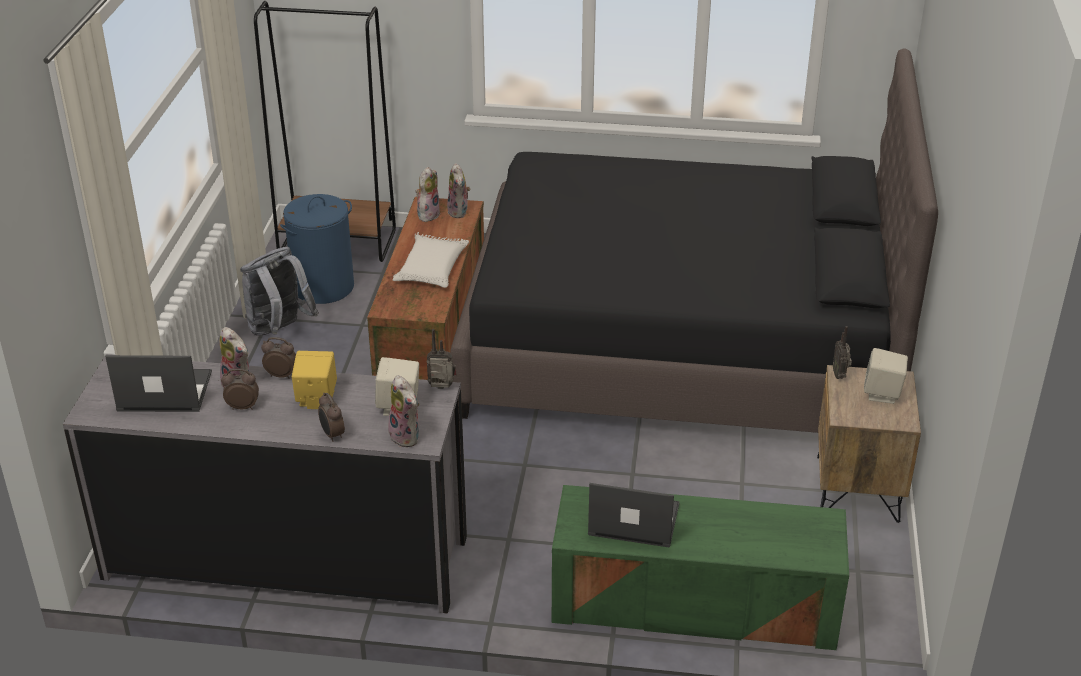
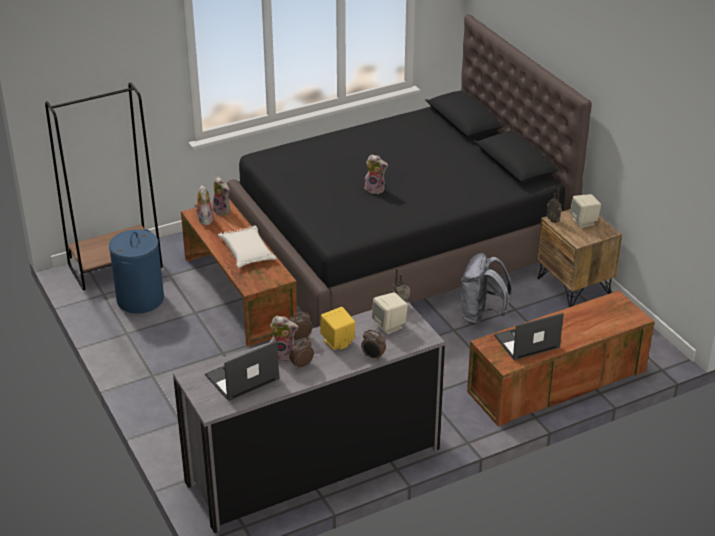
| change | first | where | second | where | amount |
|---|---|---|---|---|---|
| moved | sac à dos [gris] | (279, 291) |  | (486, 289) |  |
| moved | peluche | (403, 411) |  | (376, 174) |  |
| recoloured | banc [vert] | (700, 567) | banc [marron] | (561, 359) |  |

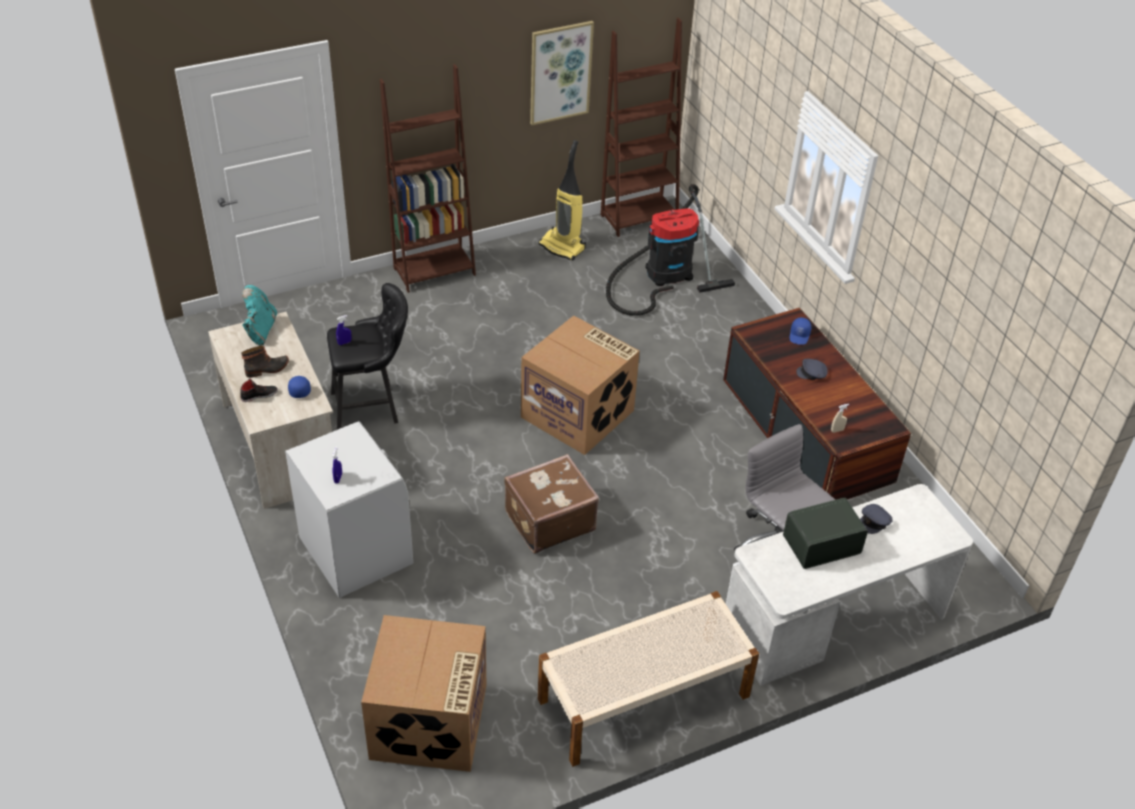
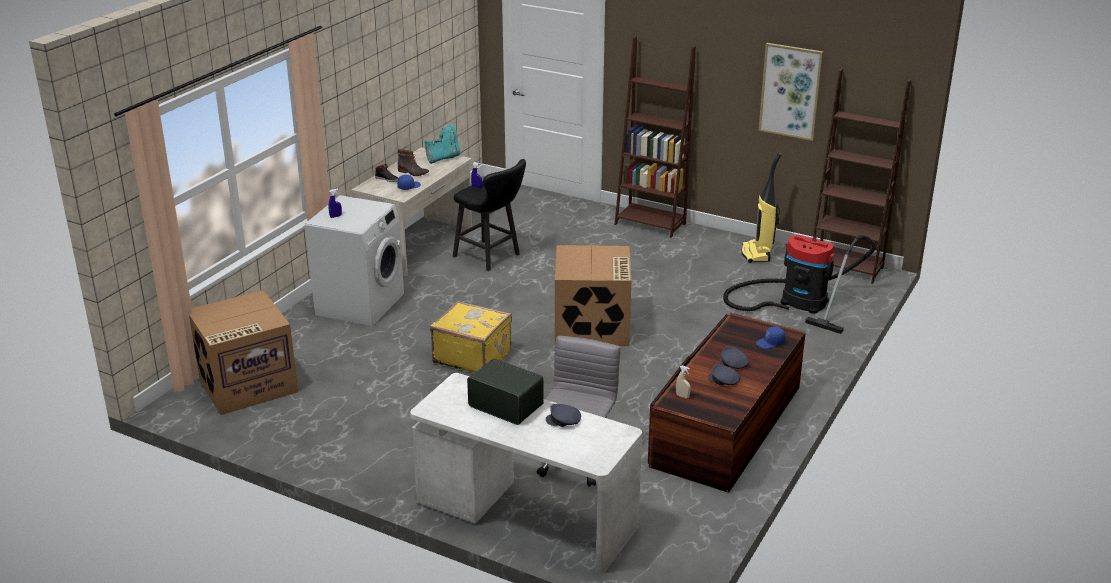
| change | first | where | second | where | amount |
|---|---|---|---|---|---|
| removed | banc [beige] | (648, 679) |  |  |  |
| added |  |  | casquette [gris] | (724, 374) |  |
| recoloured | valise [marron] | (551, 503) | valise [jaune] | (471, 337) |  |

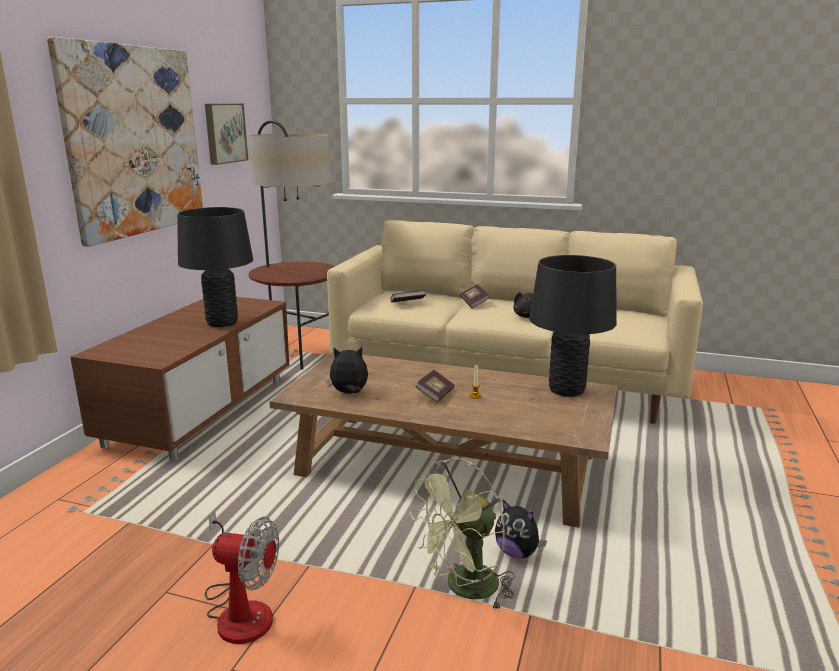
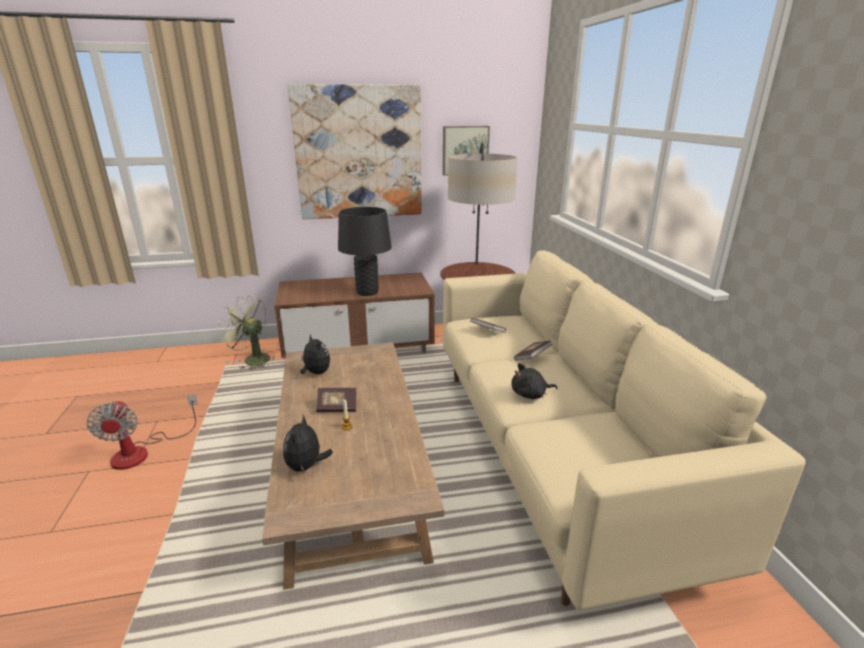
| change | first | where | second | where | amount |
|---|---|---|---|---|---|
| removed | lampe de table [noir] | (573, 326) |  |  |  |
| moved | ventilateur [vert] | (462, 534) |  | (244, 333) |  |
| moved | peluche | (521, 529) |  | (308, 443) |  |

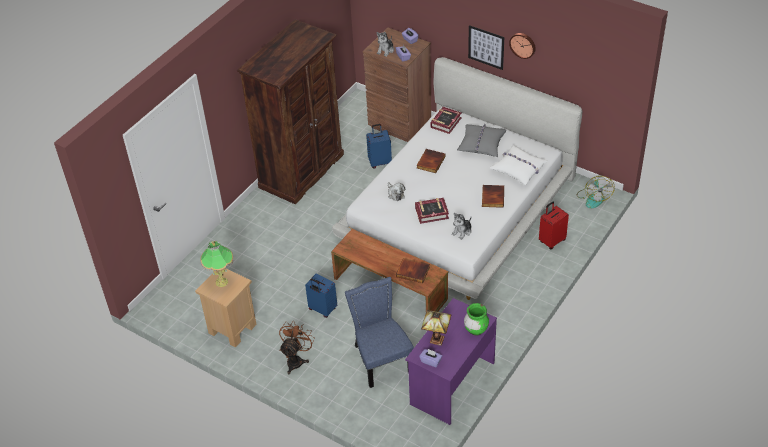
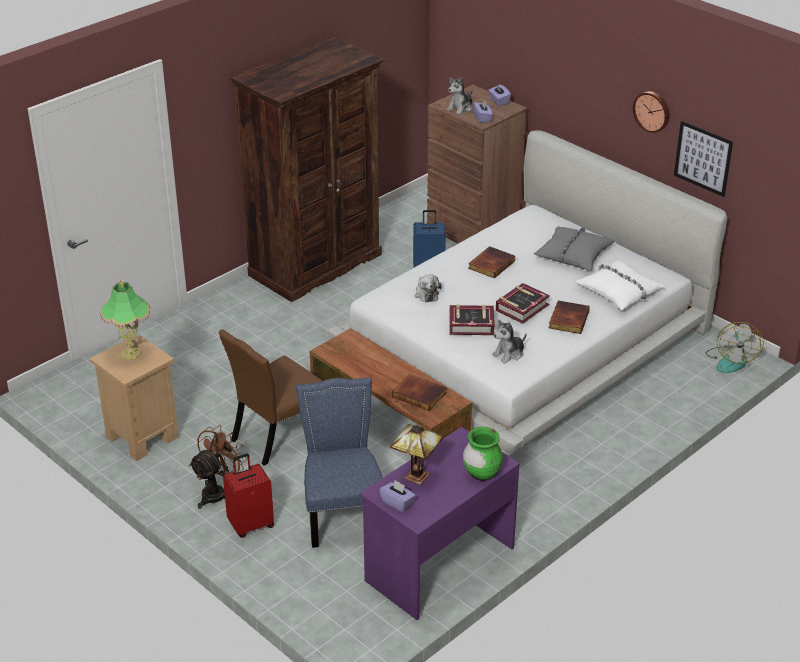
| change | first | where | second | where | amount |
|---|---|---|---|---|---|
| moved | livre | (446, 120) |  | (523, 303) |  |
| moved | tableau | (486, 47) |  | (703, 159) |  |
| moved | valise [rouge] | (554, 225) |  | (248, 495) |  |
| replaced | valise [bleu] | (321, 296) | chaise [marron] | (271, 397) |  |

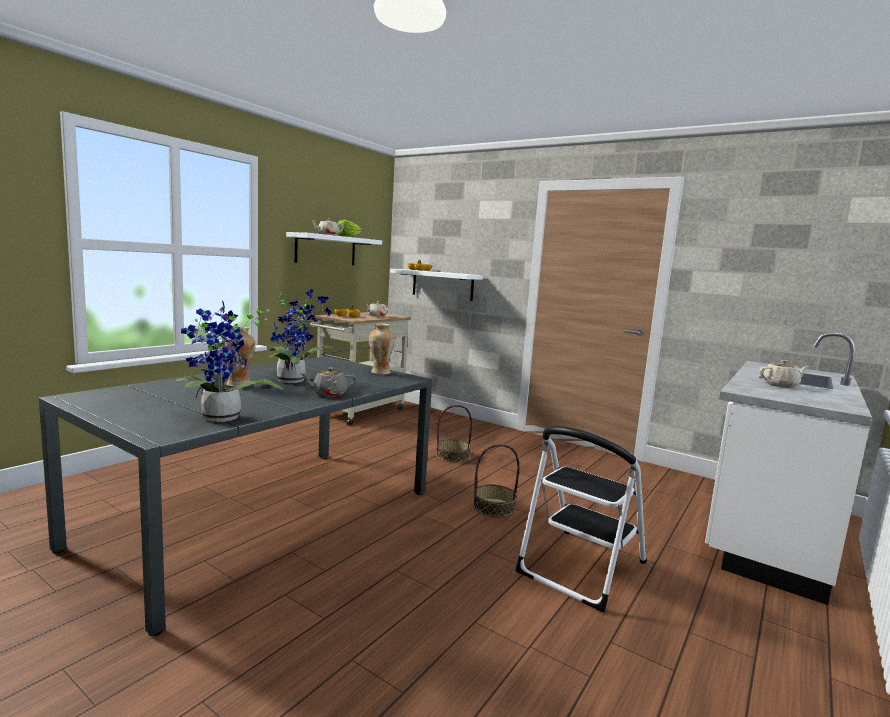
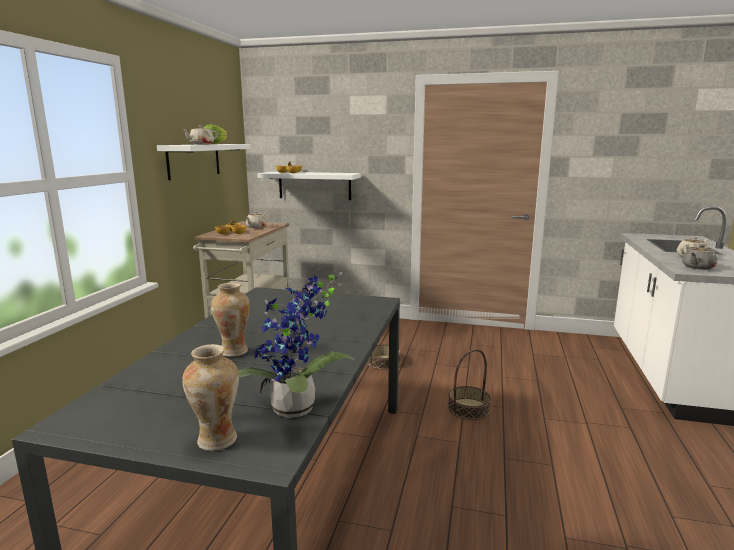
| change | first | where | second | where | amount |
|---|---|---|---|---|---|
| removed | plante en pot | (301, 336) |  |  |  |
| removed | escabeau | (581, 519) |  |  |  |
| moved | théière [gris] | (328, 382) |  | (699, 257) |  |
| moved | vase | (382, 349) |  | (210, 397) |  |

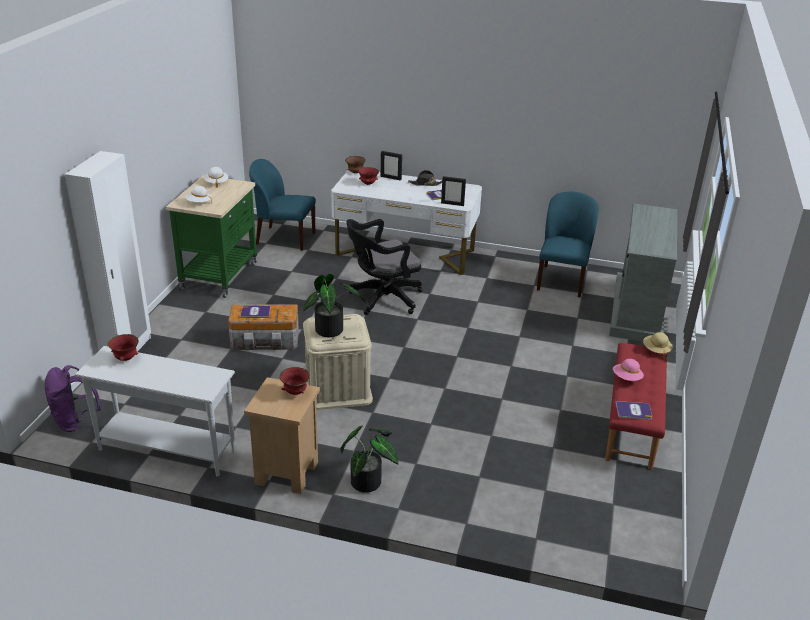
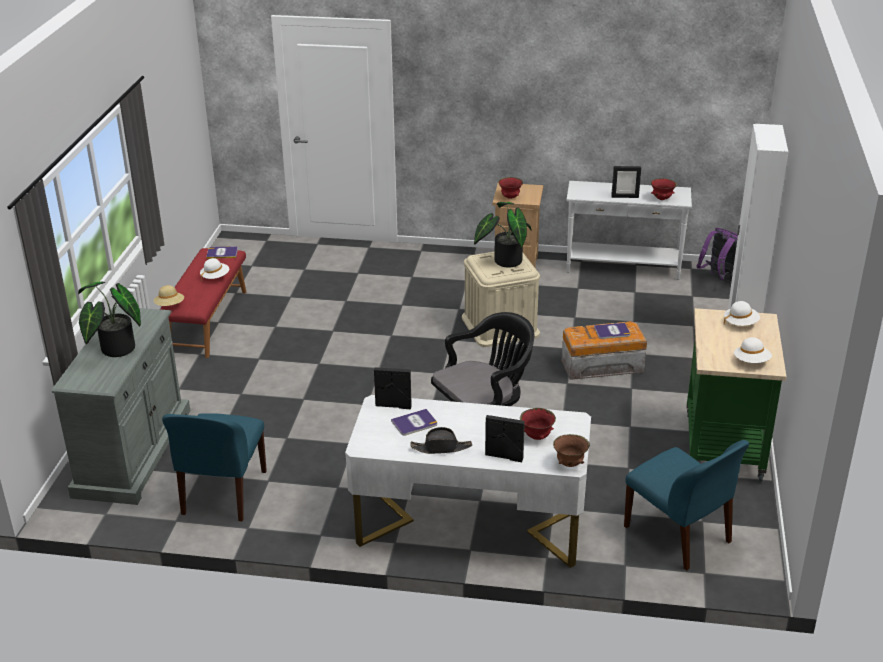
| change | first | where | second | where | amount |
|---|---|---|---|---|---|
| added |  |  | cadre photo | (626, 182) |  |
| moved | plante en pot | (369, 458) |  | (109, 319) |  |
| recoloured | chapeau [rose] | (628, 370) | chapeau [blanc] | (214, 269) |  |
| turned | chaise [bleu] | (282, 205) |  | (686, 505) | 45 degrees clockwise |

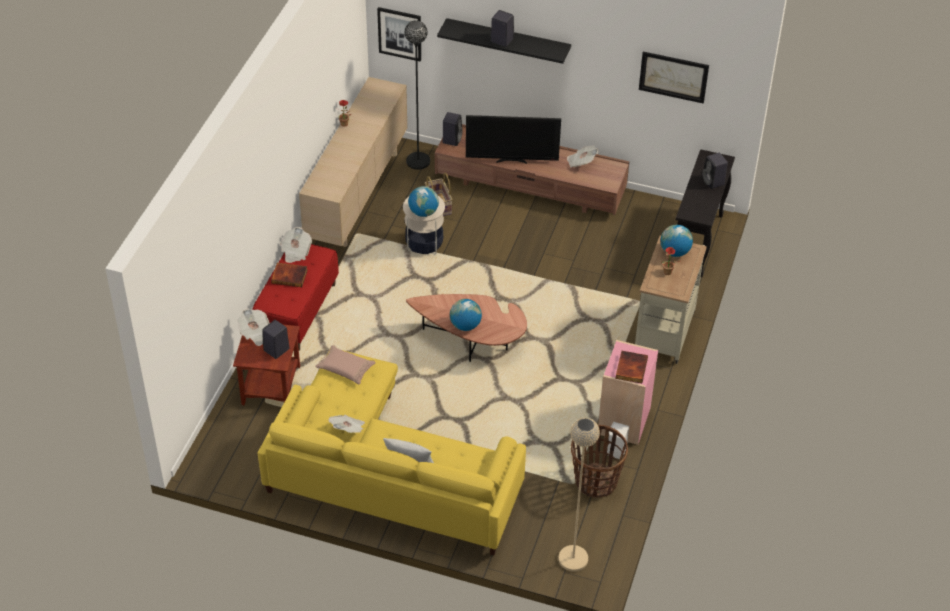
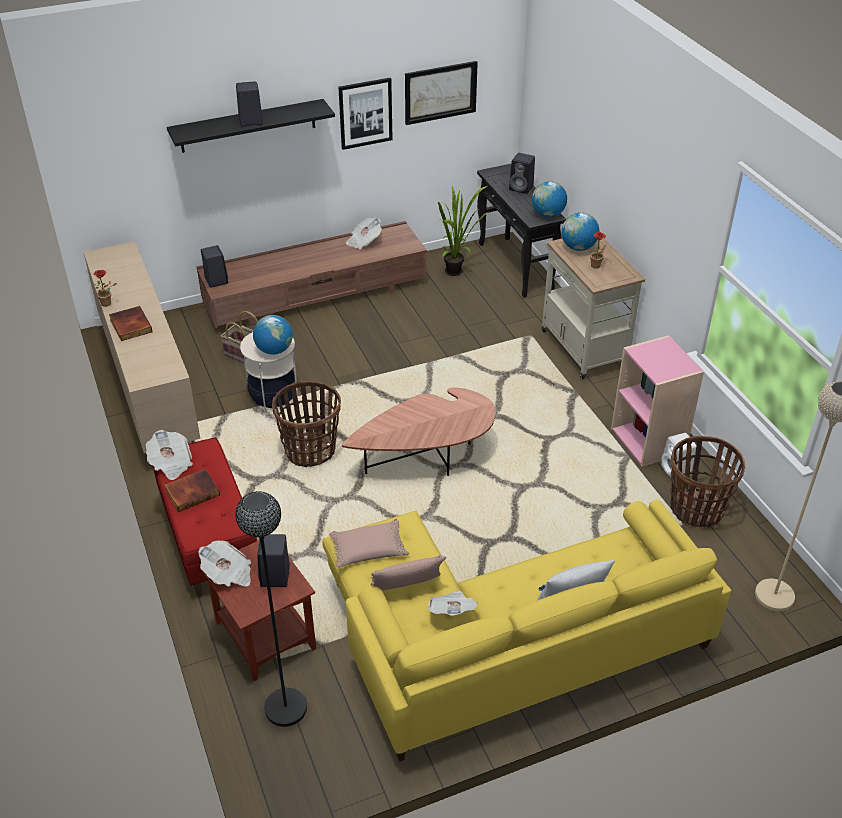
| change | first | where | second | where | amount |
|---|---|---|---|---|---|
| removed | téléviseur | (513, 139) |  |  |  |
| added |  |  | panier | (306, 424) |  |
| added |  |  | coussin [beige] | (408, 572) |  |
| added |  |  | plante en pot | (463, 231) |  |
| moved | tableau | (399, 34) |  | (365, 114) |  |
| moved | lampadaire [noir] | (417, 95) |  | (271, 609) |  |
| moved | globe | (466, 315) |  | (549, 199) |  |
| moved | livre | (631, 367) |  | (131, 323) |  |

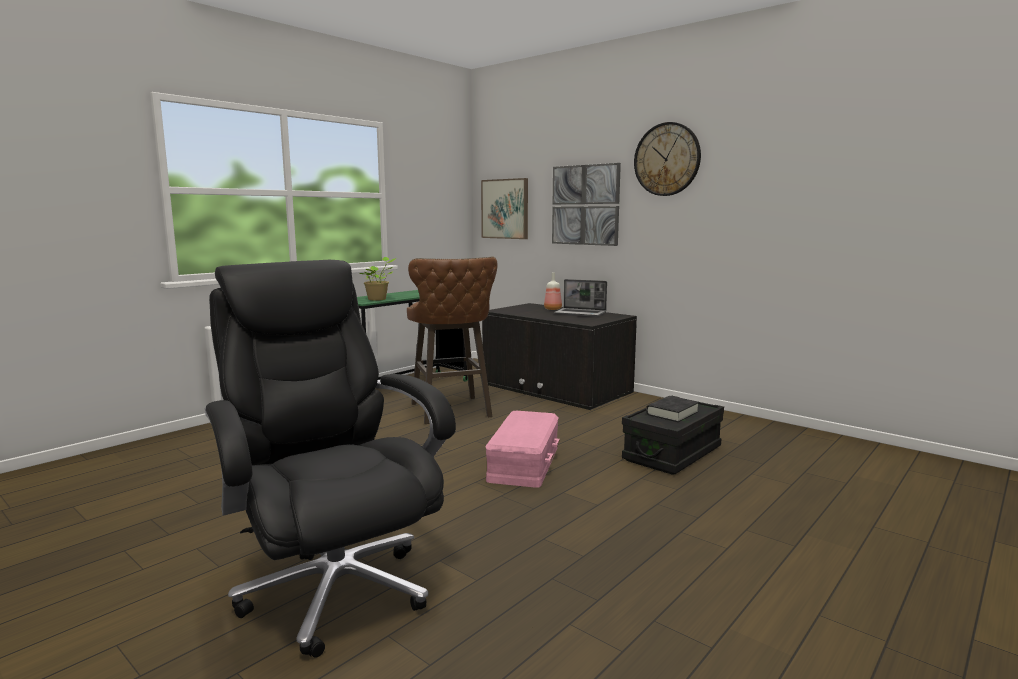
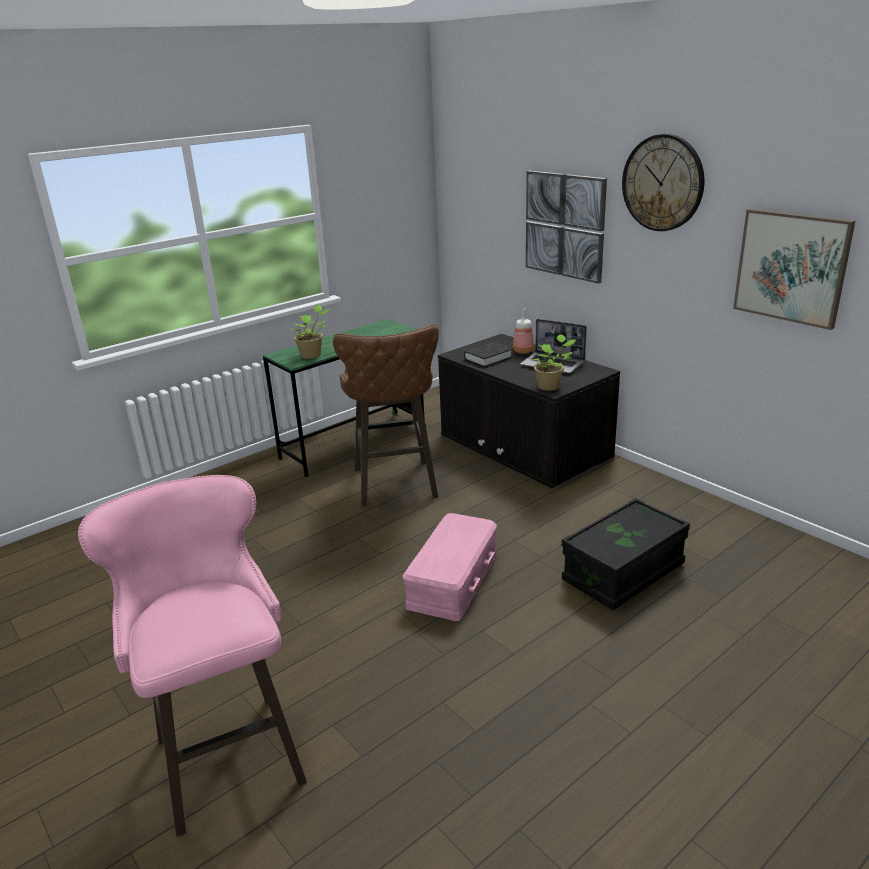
| change | first | where | second | where | amount |
|---|---|---|---|---|---|
| added |  |  | plante en pot | (552, 362) |  |
| moved | tableau | (504, 208) |  | (794, 269) |  |
| moved | livre [noir] | (672, 409) |  | (488, 354) |  |
| replaced | chaise de bureau [noir] | (330, 459) | tabouret [rose] | (192, 656) |  |

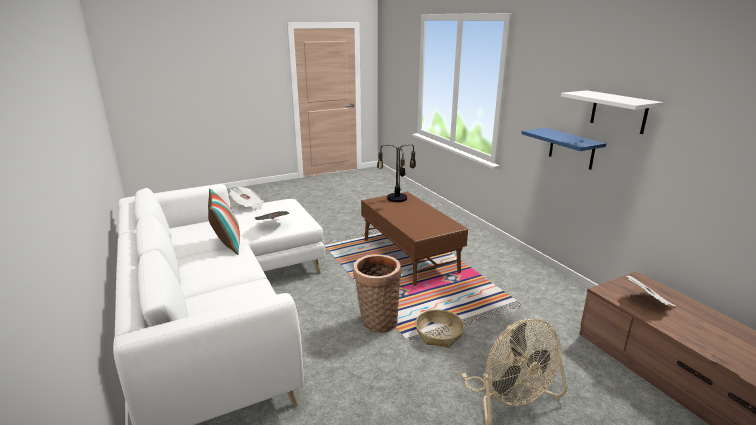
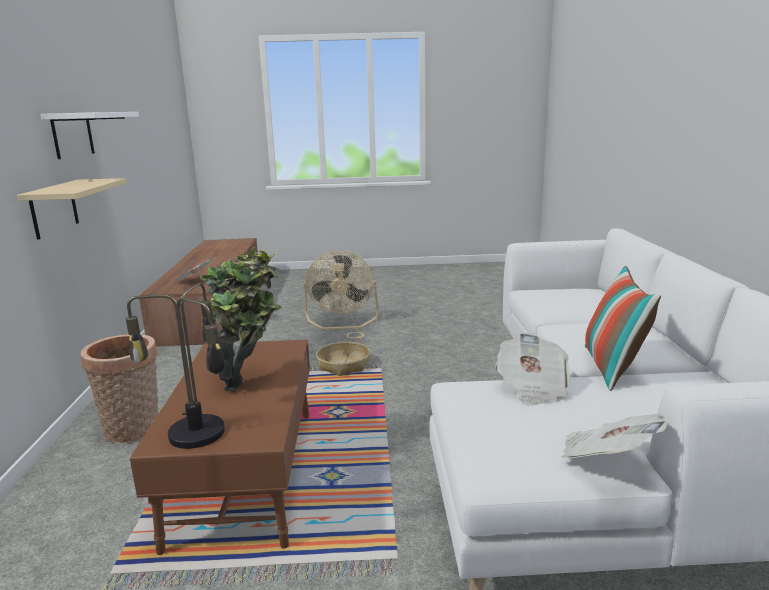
| change | first | where | second | where | amount |
|---|---|---|---|---|---|
| added |  |  | plante en pot | (241, 319) |  |
| moved | panier | (377, 293) |  | (119, 389) |  |
| recoloured | étagère [bleu] | (563, 149) | étagère [beige] | (72, 209) |  |

